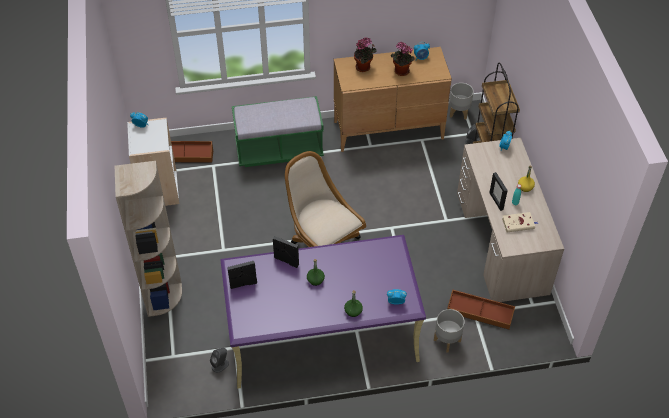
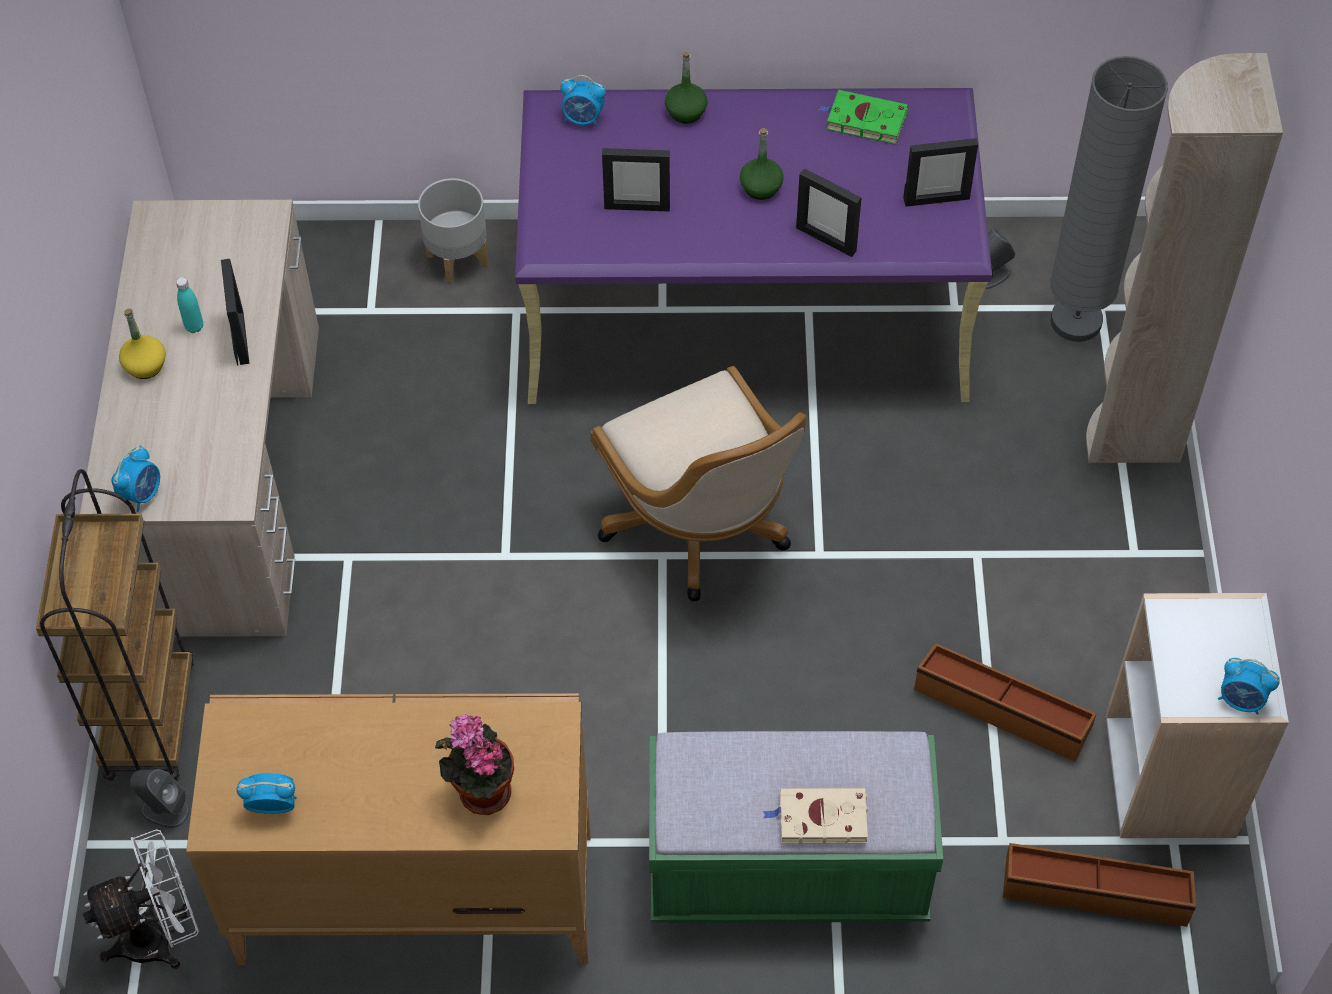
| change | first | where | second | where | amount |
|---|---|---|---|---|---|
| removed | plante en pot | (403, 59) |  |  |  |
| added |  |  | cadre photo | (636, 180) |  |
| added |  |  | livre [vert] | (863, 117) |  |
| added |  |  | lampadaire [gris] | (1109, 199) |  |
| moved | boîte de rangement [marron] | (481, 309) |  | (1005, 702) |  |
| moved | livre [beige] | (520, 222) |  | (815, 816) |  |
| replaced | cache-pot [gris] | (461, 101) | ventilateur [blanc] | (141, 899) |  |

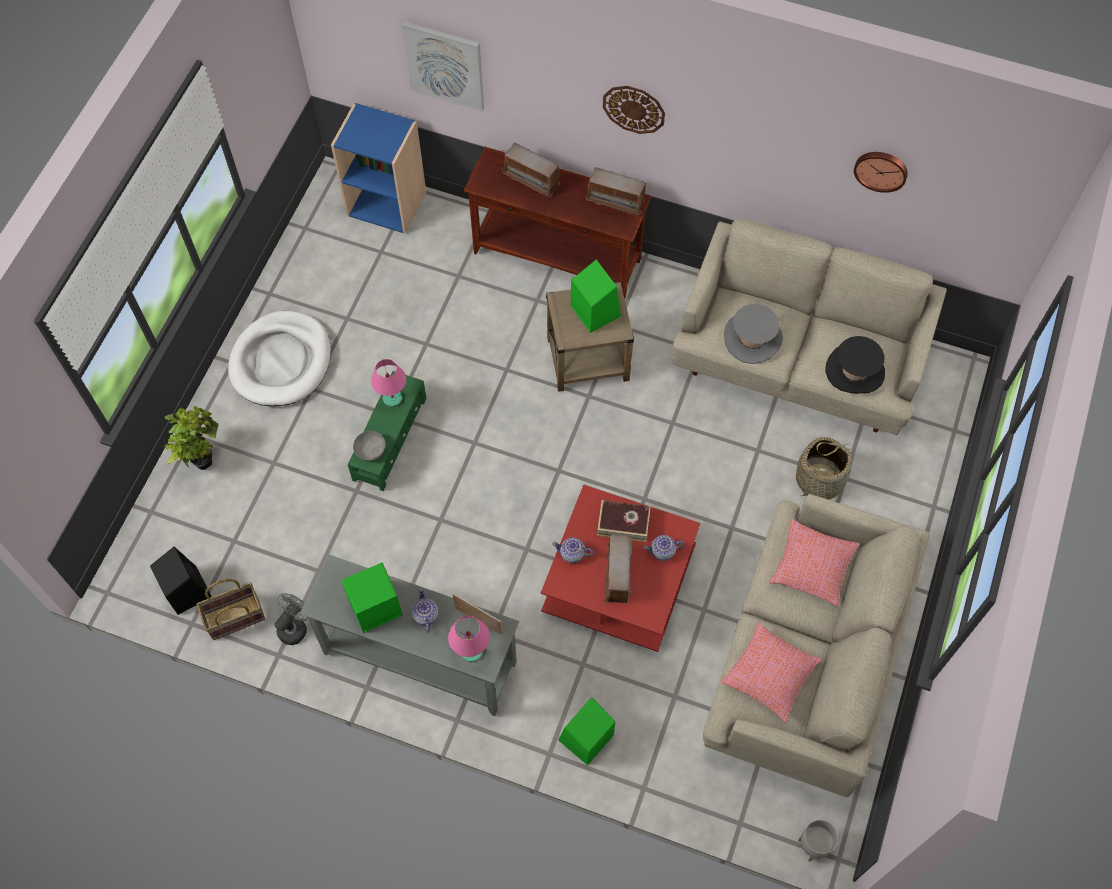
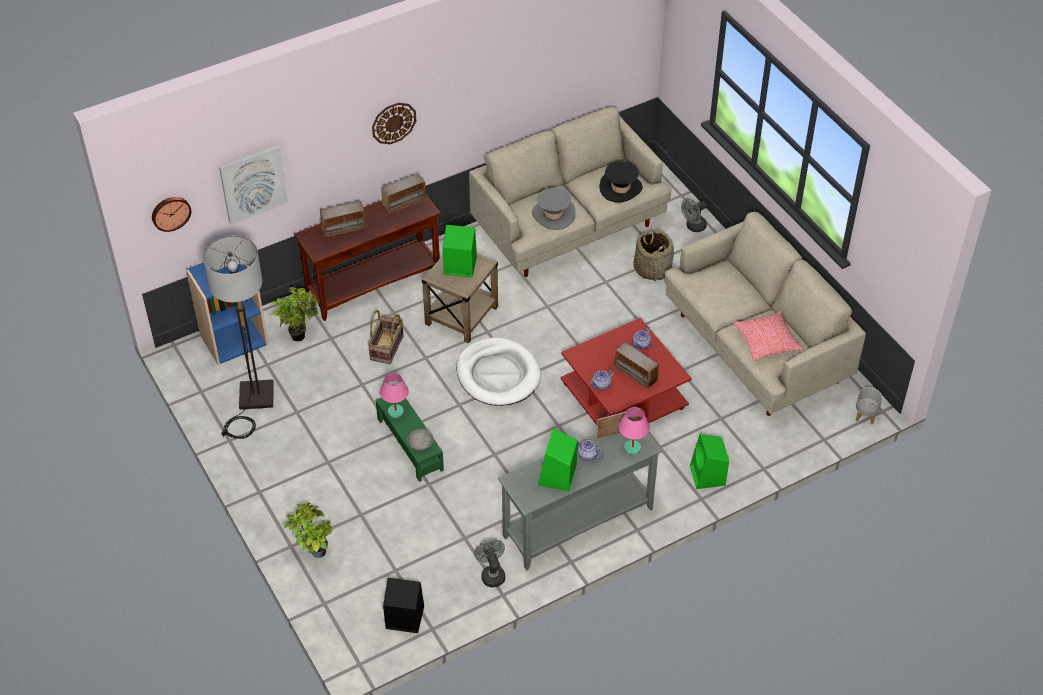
| change | first | where | second | where | amount |
|---|---|---|---|---|---|
| removed | livre | (624, 521) |  |  |  |
| removed | coussin [rose] | (814, 562) |  |  |  |
| added |  |  | lampadaire | (238, 337) |  |
| added |  |  | plante en pot | (293, 314) |  |
| added |  |  | ventilateur [gris] | (694, 215) |  |
| moved | panier | (230, 609) |  | (386, 337) |  |
| moved | panier pour chien [blanc] | (279, 359) |  | (498, 371) |  |
| moved | horloge murale | (881, 172) |  | (171, 214) |  |

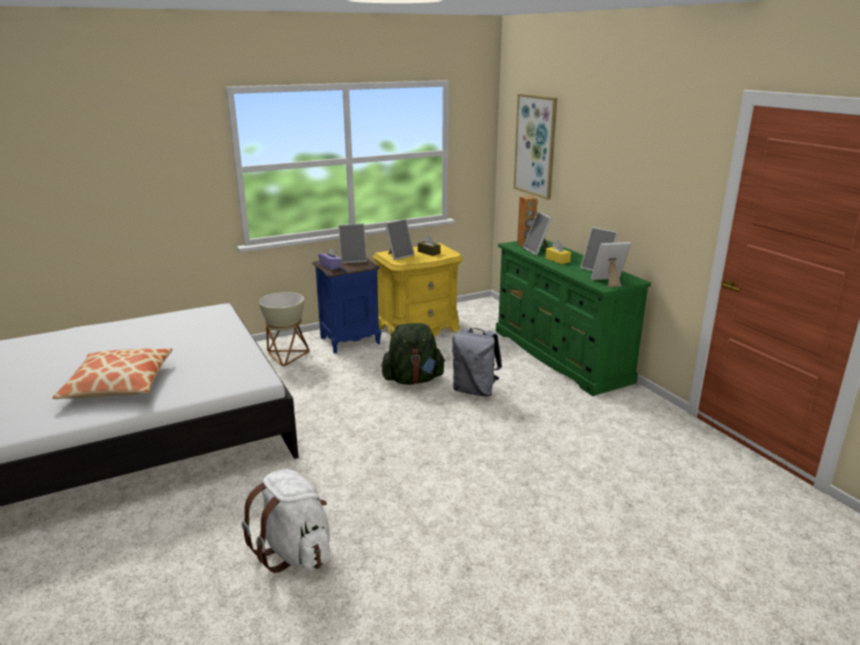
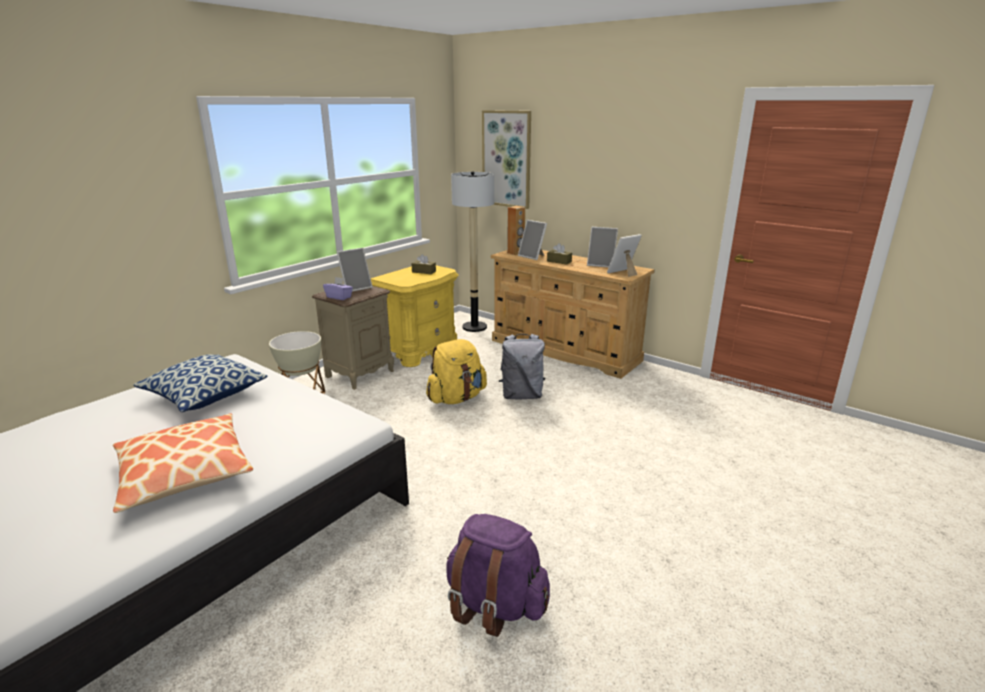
| change | first | where | second | where | amount |
|---|---|---|---|---|---|
| removed | cadre photo | (400, 239) |  |  |  |
| added |  |  | coussin | (200, 383) |  |
| added |  |  | lampadaire | (472, 251) |  |
| recoloured | sac à dos [blanc] | (286, 521) | sac à dos [violet] | (498, 575) |  |
| recoloured | table de chevet [bleu] | (346, 305) | table de chevet [beige] | (353, 338) |  |
| recoloured | sac à dos [vert] | (414, 354) | sac à dos [jaune] | (456, 371) |  |
| recoloured | commode [vert] | (573, 318) | commode [beige] | (572, 314) |  |
| recoloured | boîte à mouchoirs [jaune] | (558, 252) | boîte à mouchoirs [marron] | (559, 254) |  |

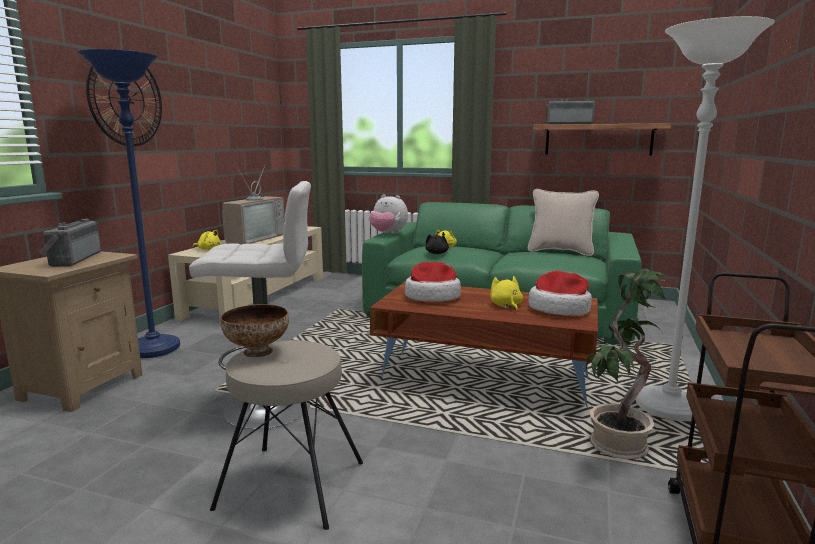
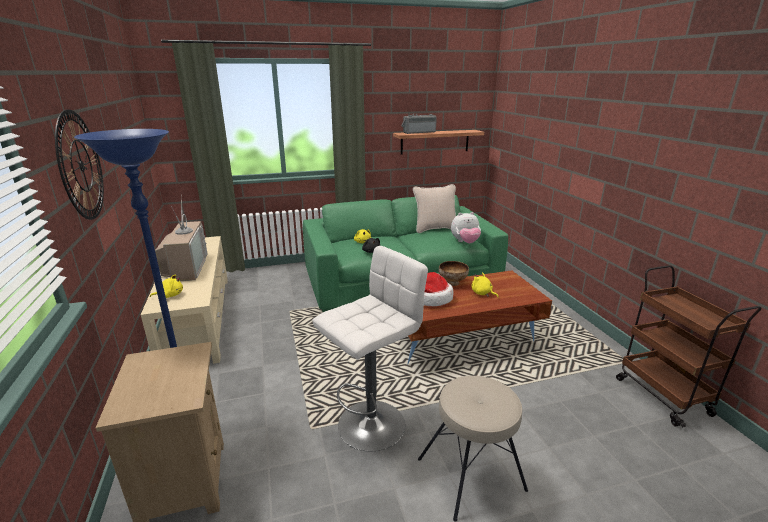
| change | first | where | second | where | amount |
|---|---|---|---|---|---|
| removed | radio | (70, 243) |  |  |  |
| removed | chapeau | (560, 293) |  |  |  |
| removed | plante en pot | (628, 364) |  |  |  |
| removed | lampadaire [blanc] | (705, 218) |  |  |  |
| moved | bol | (254, 330) |  | (454, 273) |  |
| moved | peluche | (388, 214) |  | (466, 227) |  |

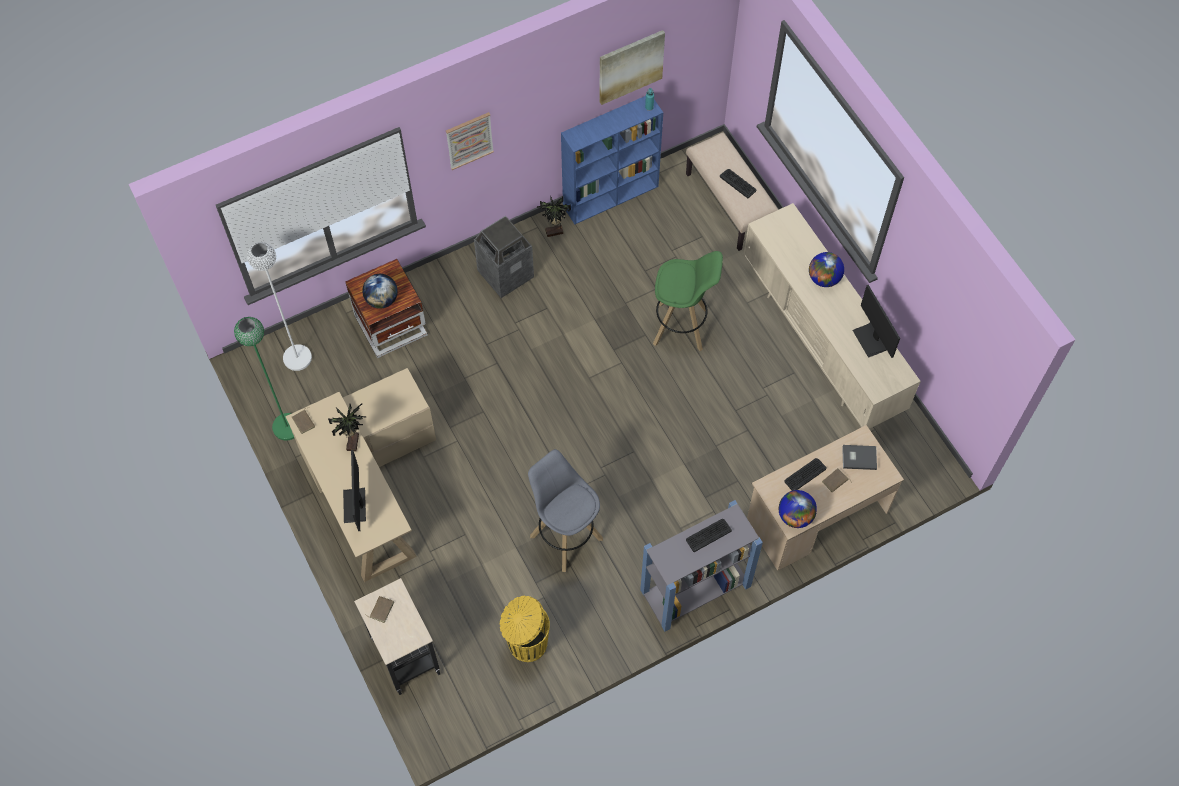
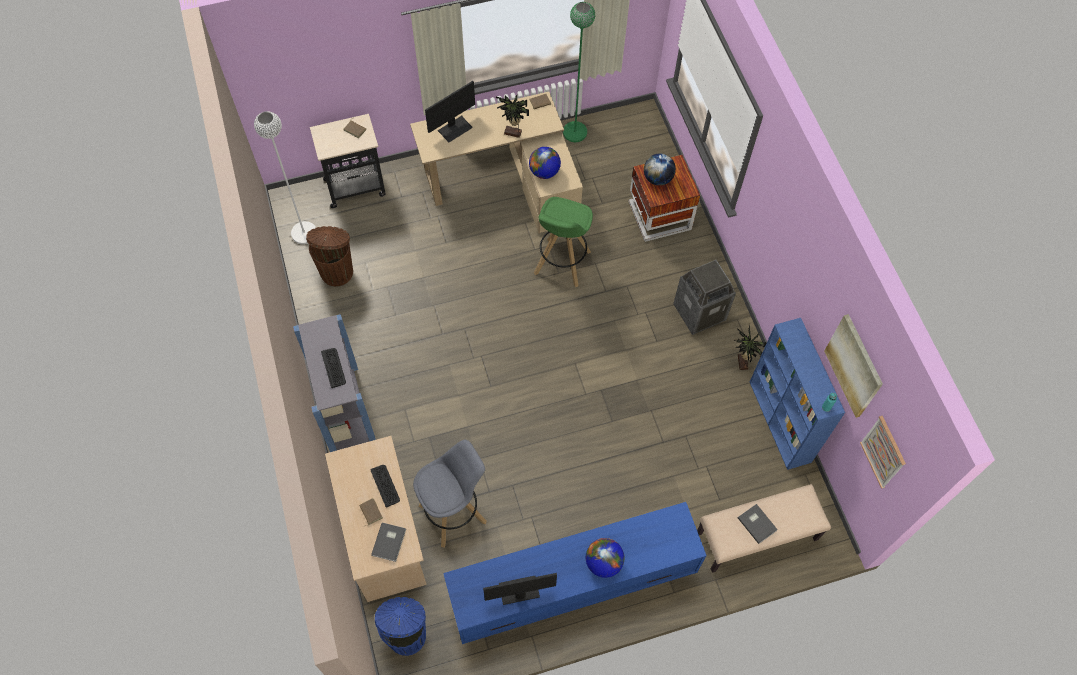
| change | first | where | second | where | amount |
|---|---|---|---|---|---|
| added |  |  | poubelle [bleu] | (400, 626) |  |
| moved | lampadaire [blanc] | (279, 306) |  | (285, 178) |  |
| moved | tableau | (470, 141) |  | (883, 452) |  |
| moved | tabouret [gris] | (565, 510) |  | (450, 494) |  |
| moved | tabouret [vert] | (688, 301) |  | (563, 242) |  |
| moved | globe | (798, 509) |  | (545, 163) |  |
| replaced | clavier | (738, 183) | livre [gris] | (758, 524) |  |
| recoloured | poubelle [jaune] | (525, 629) | poubelle [marron] | (329, 256) |  |
| recoloured | meuble de rangement [beige] | (832, 316) | meuble de rangement [bleu] | (575, 573) |  |
| turned | écran d'ordinateur | (354, 490) |  | (450, 111) | 135 degrees clockwise |

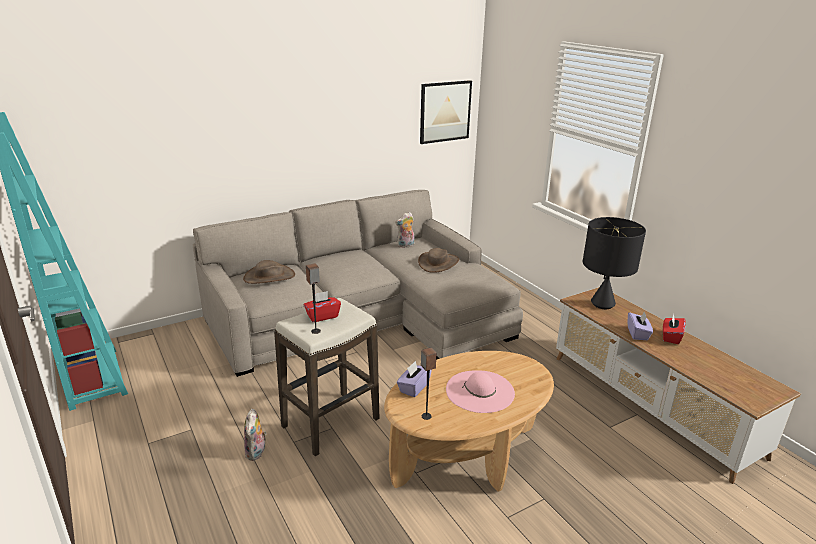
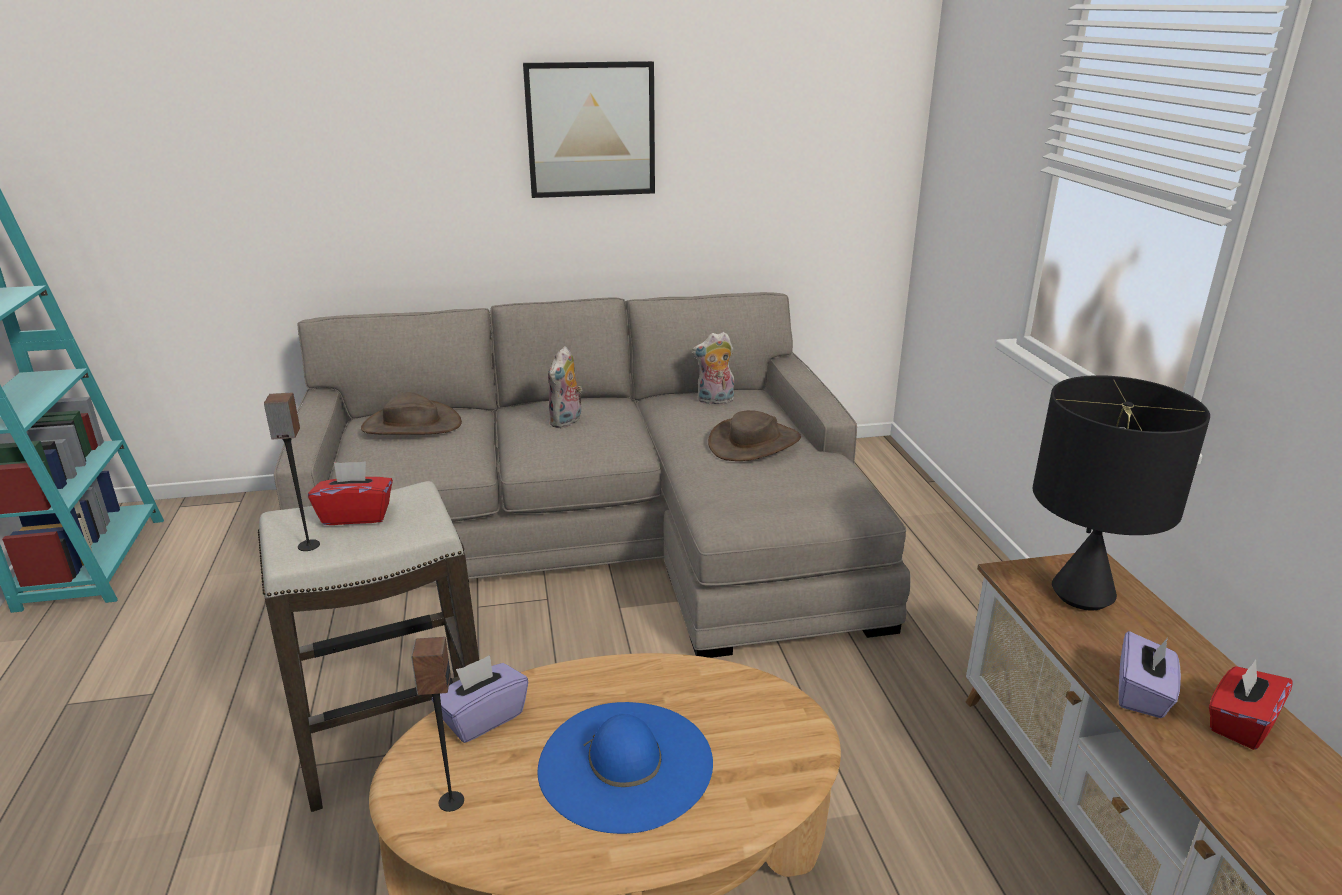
| change | first | where | second | where | amount |
|---|---|---|---|---|---|
| moved | peluche | (255, 435) |  | (565, 387) |  |
| moved | tableau | (446, 112) |  | (589, 129) |  |
| recoloured | chapeau [rose] | (480, 391) | chapeau [bleu] | (625, 768) |  |

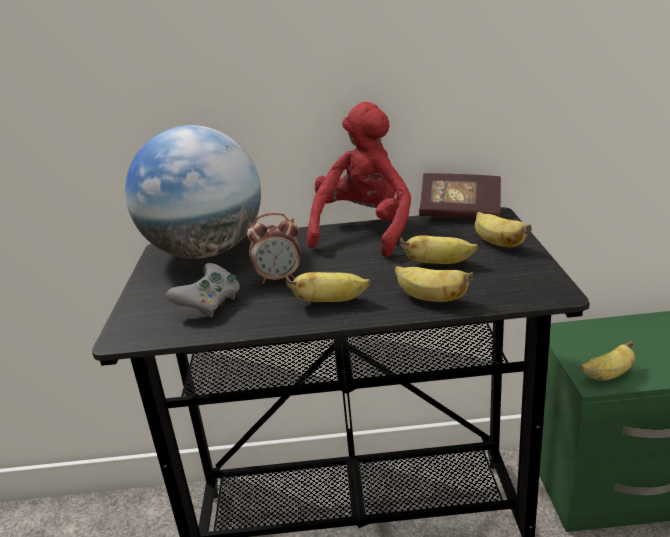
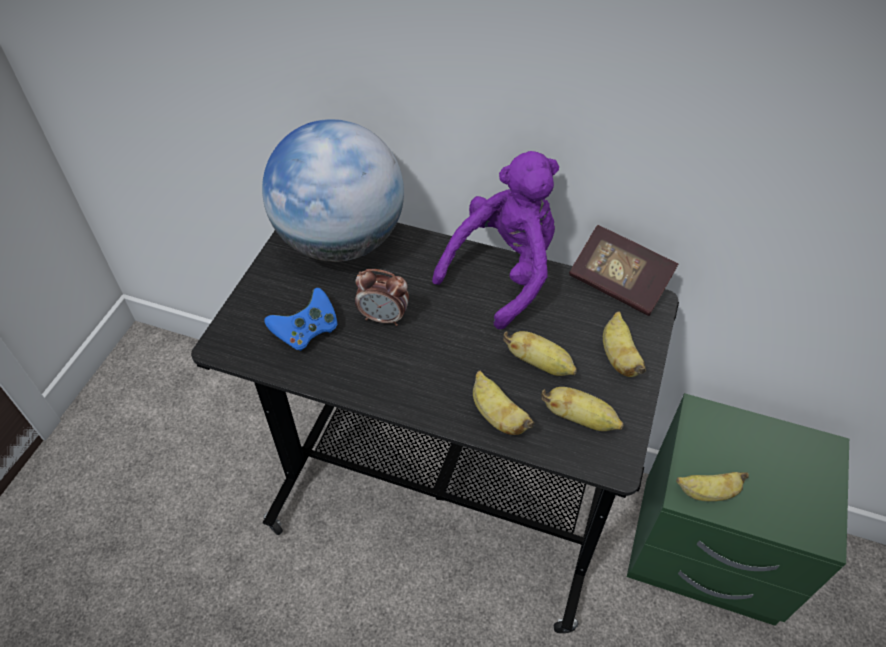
| change | first | where | second | where | amount |
|---|---|---|---|---|---|
| moved | banane | (328, 287) |  | (582, 409) |  |
| recoloured | manette [gris] | (203, 290) | manette [bleu] | (301, 319) |  |
| recoloured | peluche [rouge] | (359, 179) | peluche [violet] | (495, 240) |  |

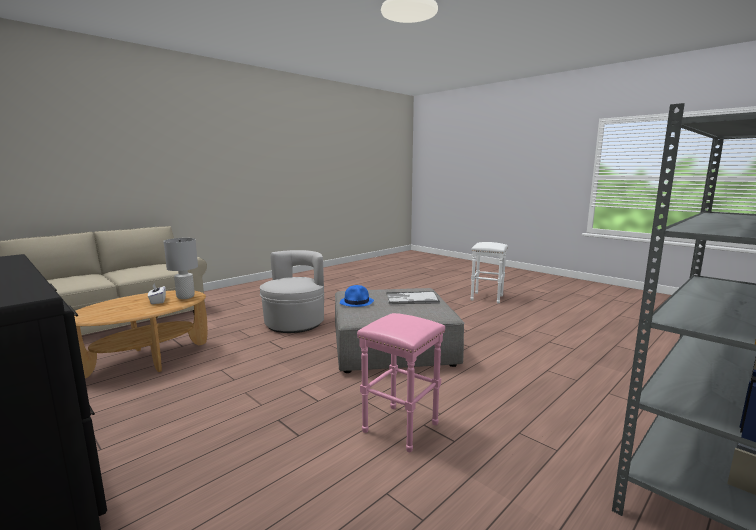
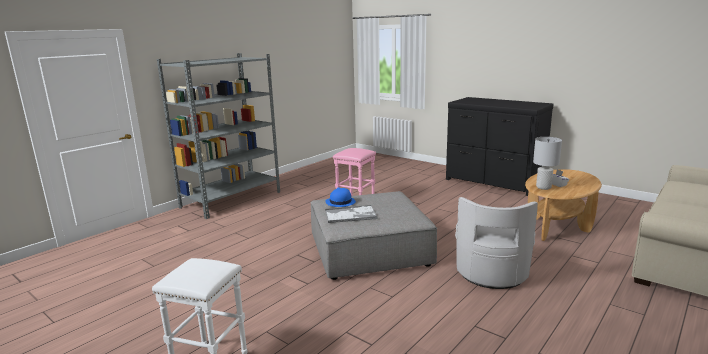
| change | first | where | second | where | amount |
|---|---|---|---|---|---|
| moved | chapeau [bleu] | (357, 296) |  | (341, 197) |  |

